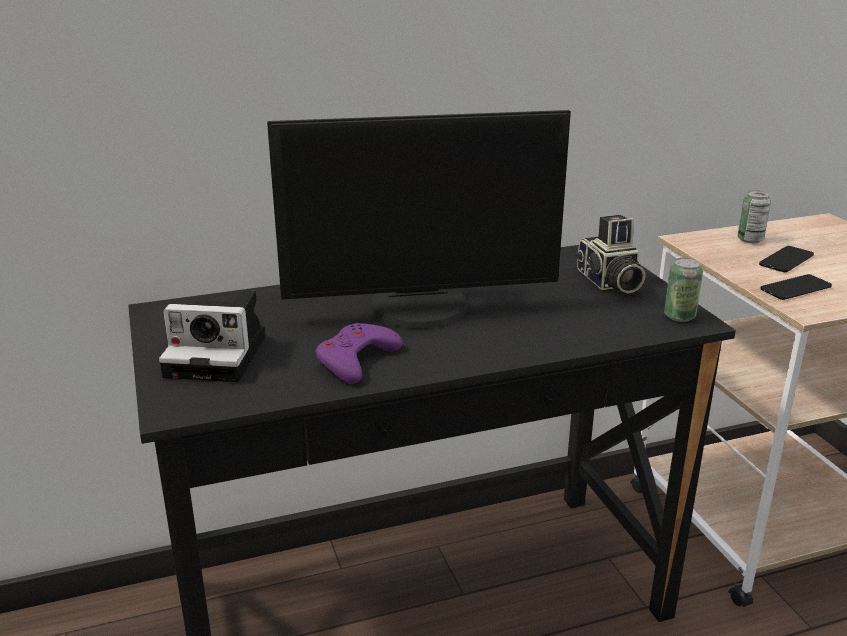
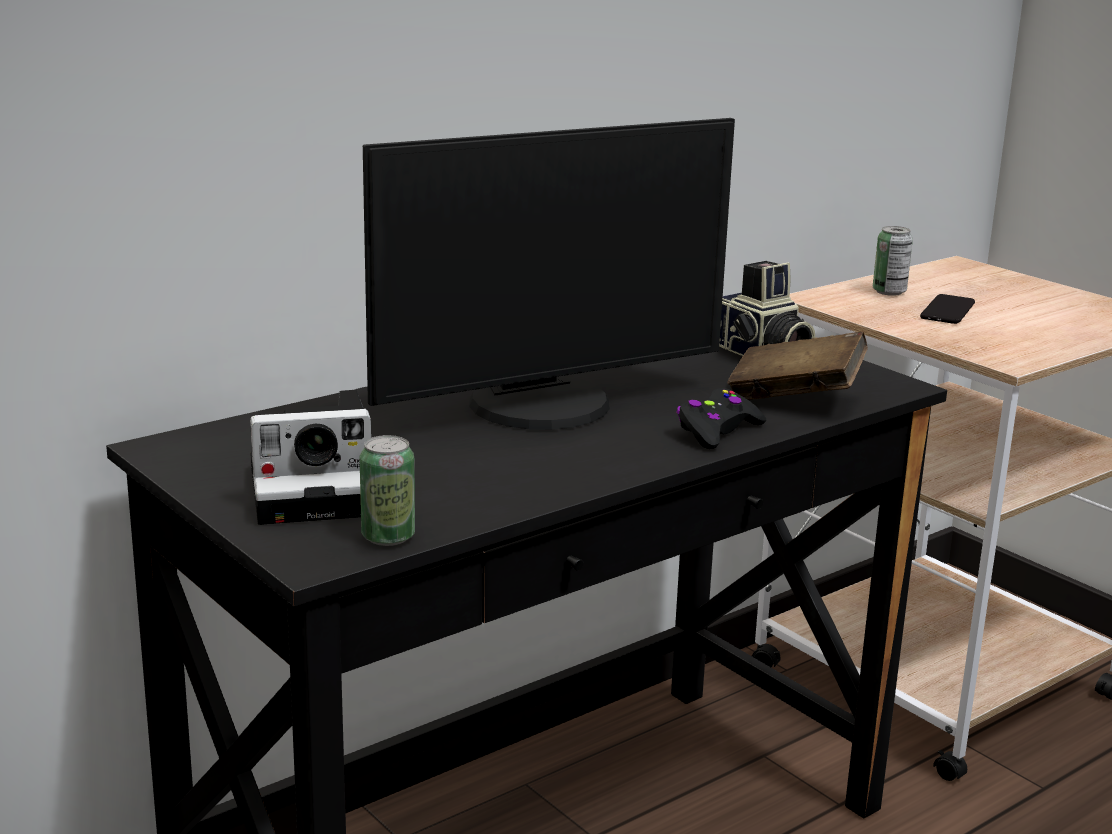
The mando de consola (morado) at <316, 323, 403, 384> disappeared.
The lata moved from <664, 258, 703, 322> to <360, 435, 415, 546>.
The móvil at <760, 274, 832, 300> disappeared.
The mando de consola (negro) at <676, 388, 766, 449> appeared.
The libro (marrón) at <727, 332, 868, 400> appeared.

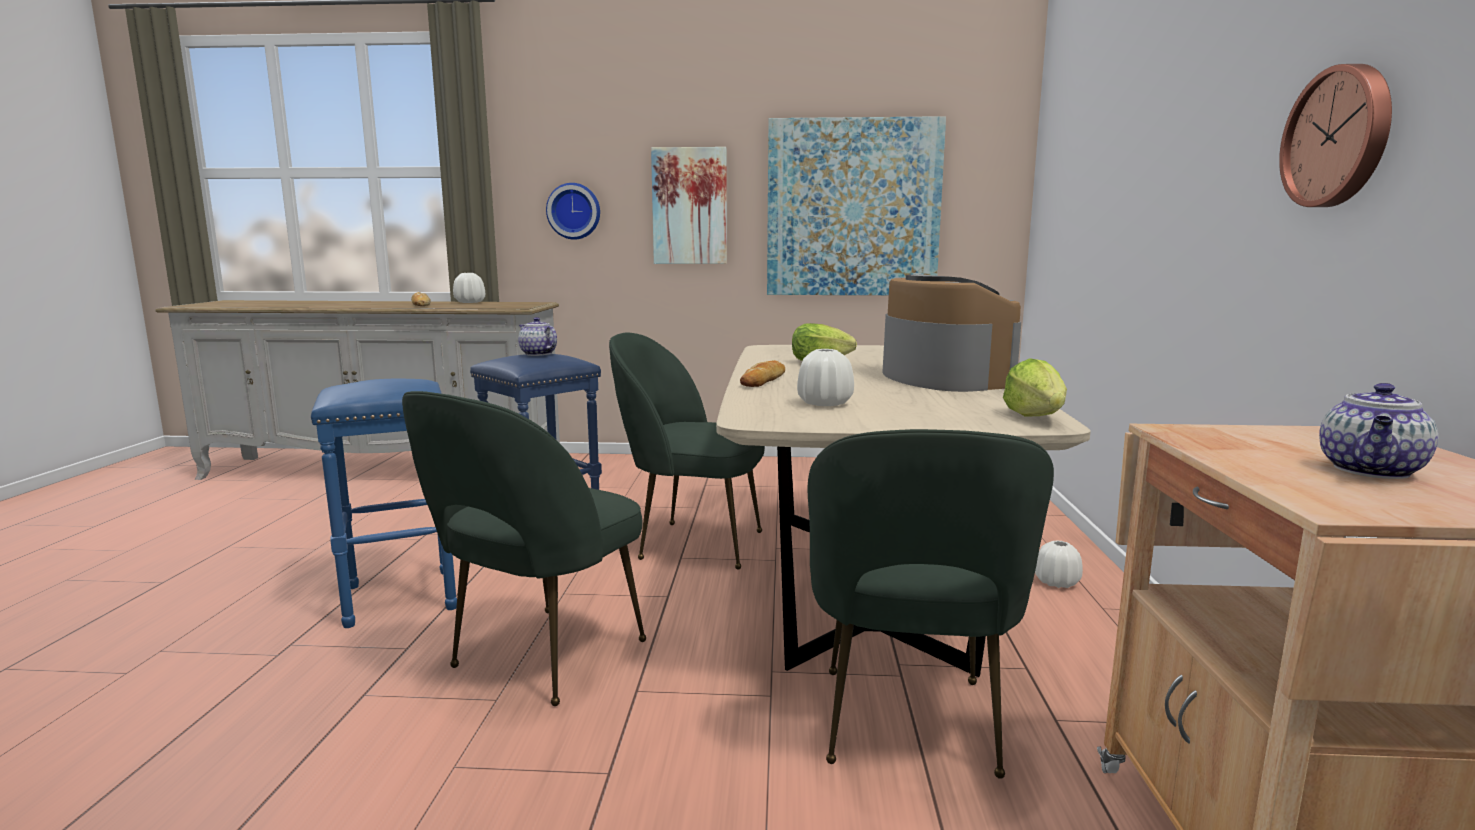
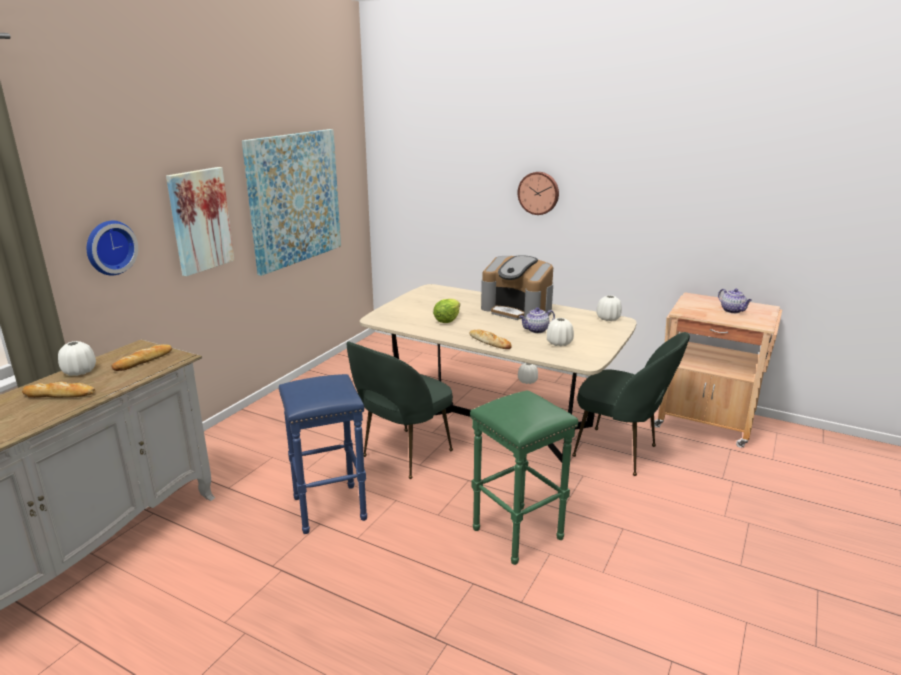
The taburete (azul) at <311, 379, 457, 628> disappeared.
The silla (verde) at <402, 391, 646, 706> was replaced by the taburete (verde) at <470, 390, 578, 565>.
The tetera moved from <518, 317, 557, 356> to <519, 308, 555, 333>.
The cafetera at <882, 274, 1021, 392> turned 150 degrees counterclockwise.
The lechuga at <1003, 358, 1067, 417> was replaced by the florero (blanco) at <596, 295, 622, 321>.
The reloj de pared moved from <1279, 64, 1392, 207> to <518, 172, 559, 215>.
The pan at <111, 344, 172, 371> appeared.

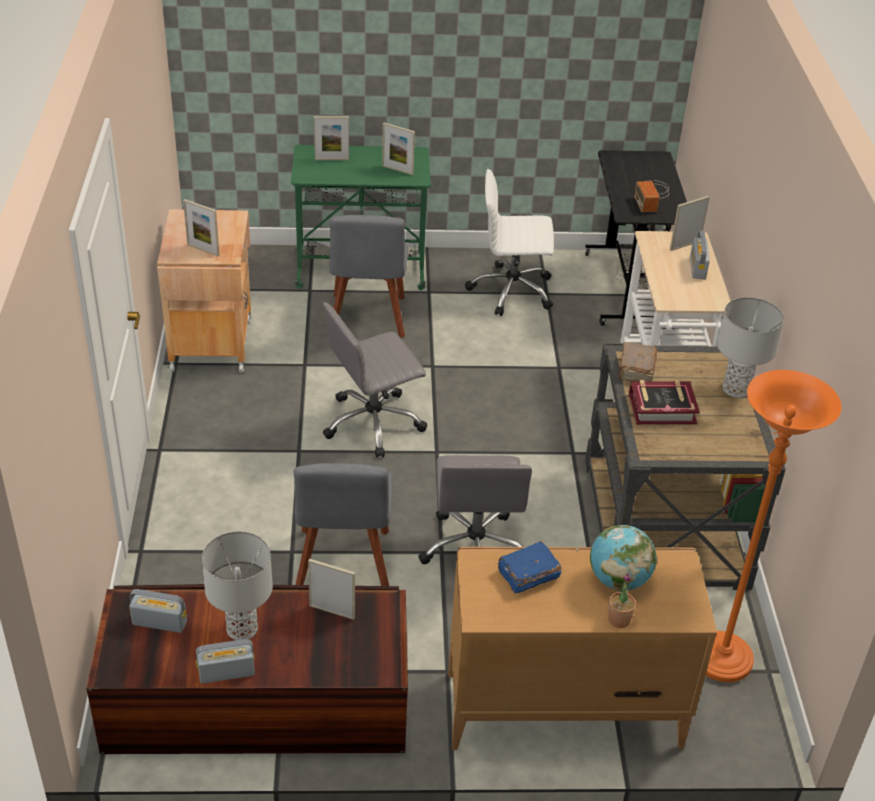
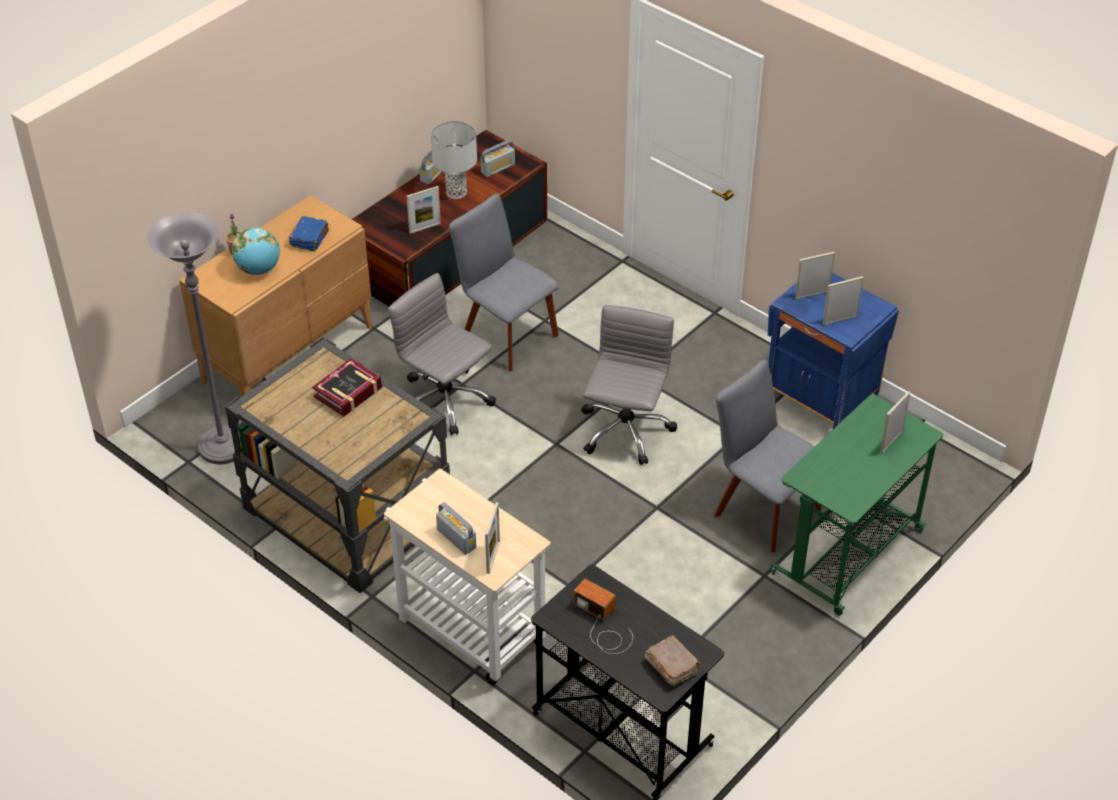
The carrito (marrón) at <157, 209, 251, 372> became the carrito (azul) at <768, 273, 899, 433>.
The portarretratos moved from <382, 123, 415, 175> to <823, 276, 863, 325>.
The silla de oficina (blanco) at <465, 169, 554, 316> disappeared.
The libro (marrón) moved from <618, 342, 657, 382> to <645, 635, 701, 686>.
The lámpara de pie (naranja) at <706, 370, 842, 682> became the lámpara de pie (gris) at <147, 213, 242, 464>.
The lámpara de mesa (blanco) at <717, 297, 784, 398> disappeared.

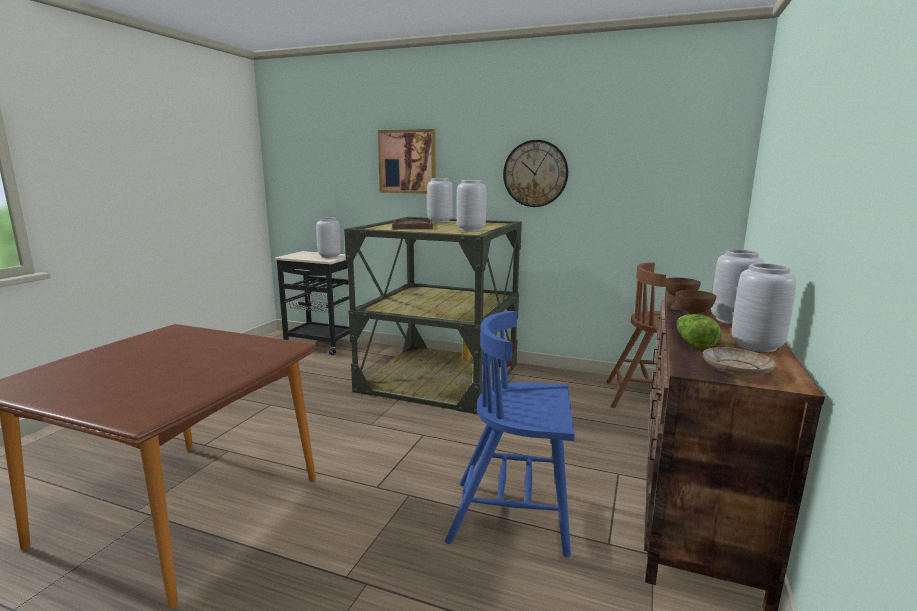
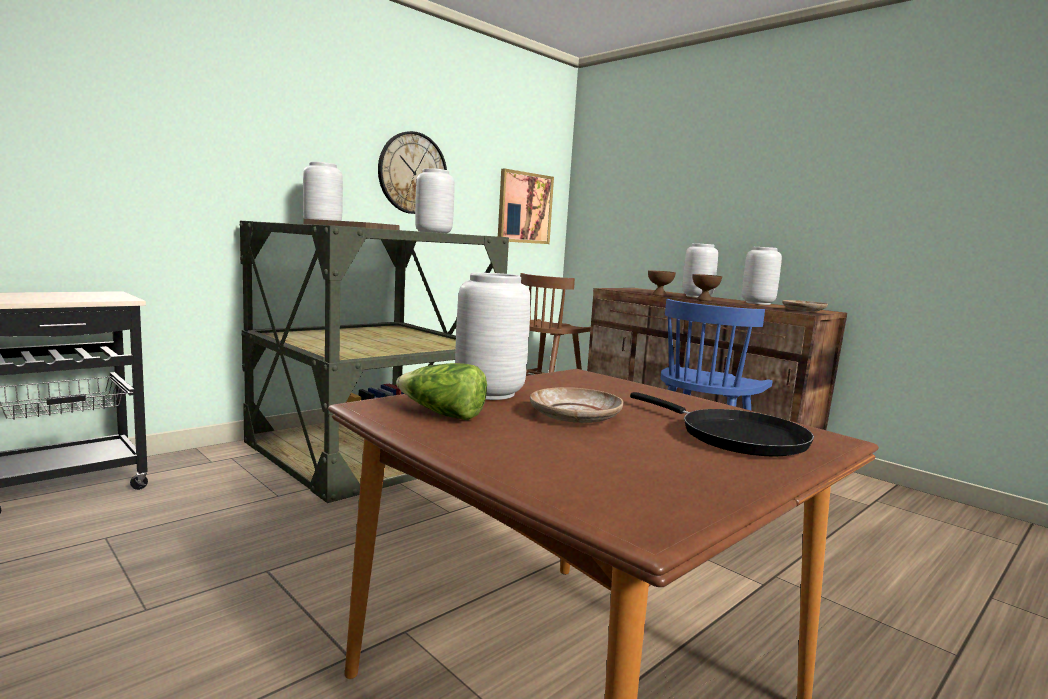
The florero (gris) moved from <316, 218, 341, 258> to <455, 272, 531, 400>.
The cuadro moved from <378, 129, 436, 194> to <498, 169, 554, 244>.
The lechuga moved from <677, 314, 721, 350> to <396, 363, 487, 420>.
The plato (beis) at <530, 387, 623, 423> appeared.
The sartén (negro) at <630, 392, 814, 456> appeared.

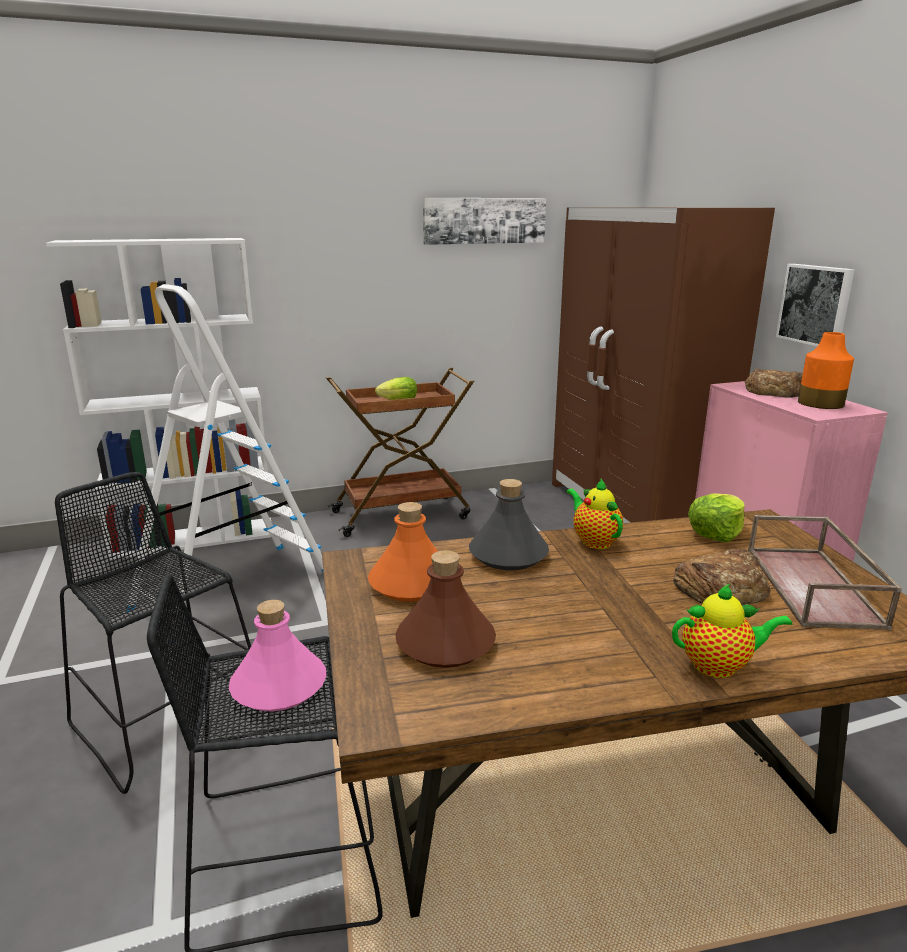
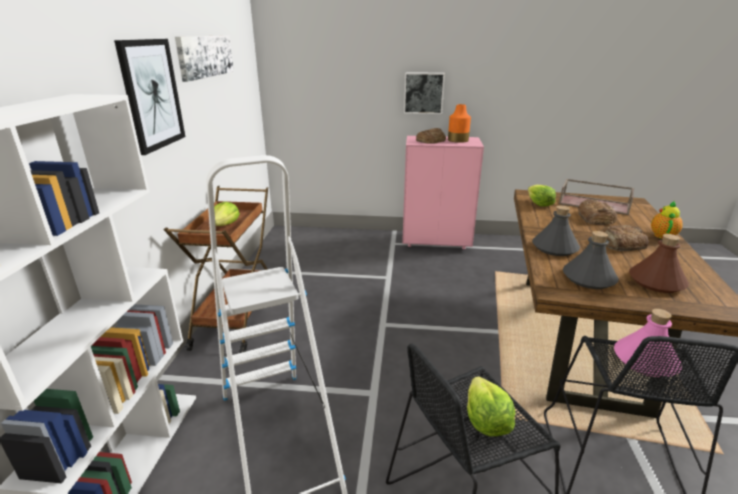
The botella (naranja) at <368, 502, 438, 602> became the botella (gris) at <563, 231, 619, 289>.
The armario (marrón) at <552, 208, 775, 523> disappeared.
The tetera at <566, 479, 623, 549> disappeared.
The cuadro at <114, 39, 185, 155> appeared.
The lechuga at <467, 376, 516, 436> appeared.
The pan at <601, 225, 649, 251> appeared.

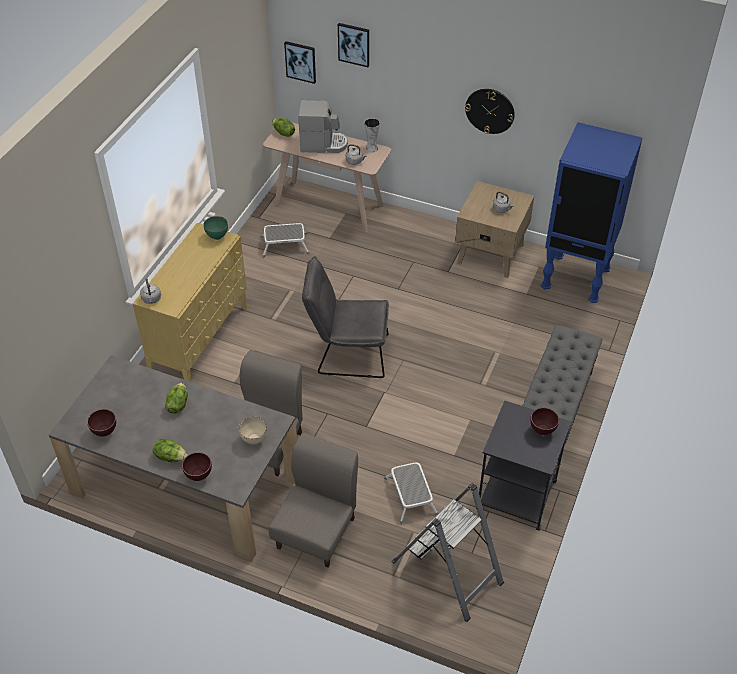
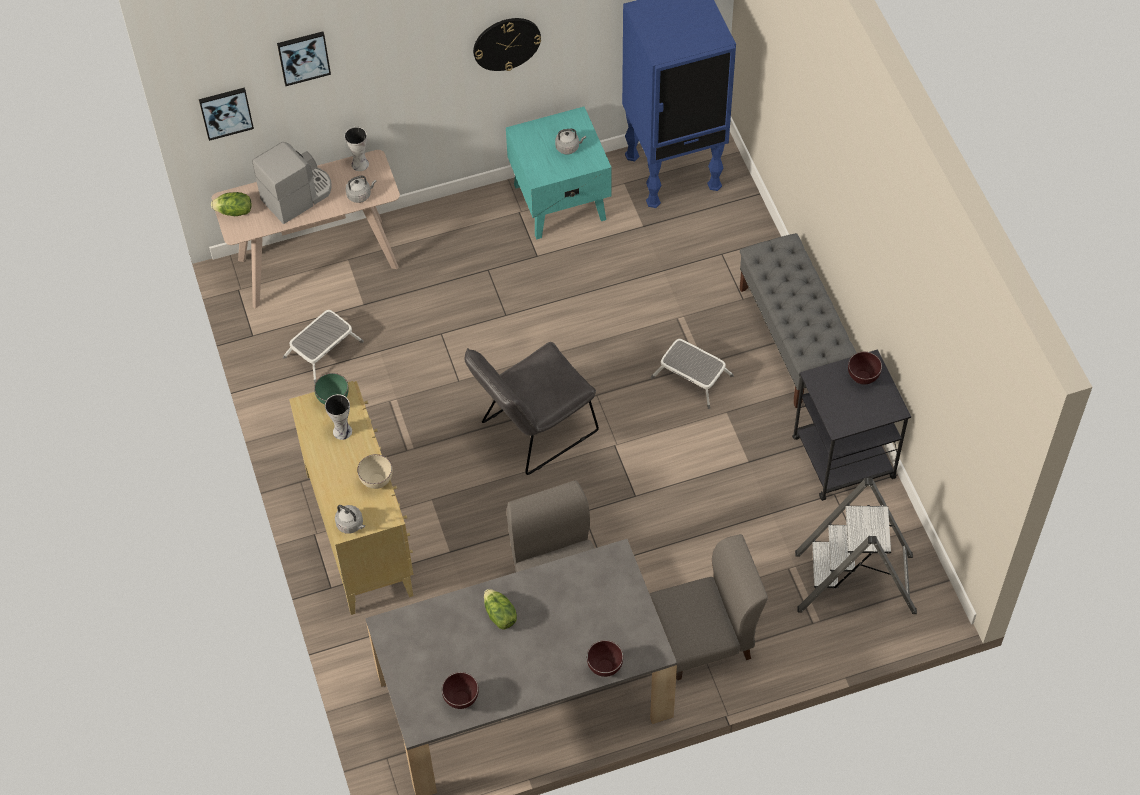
The lechuga at <153, 439, 188, 462> disappeared.
The cuenco (beis) moved from <239, 417, 267, 444> to <357, 454, 392, 489>.
The silla (gris) at <268, 433, 358, 567> turned 90 degrees clockwise.
The escalera de tijera (gris) moved from <384, 462, 439, 524> to <651, 339, 734, 409>.
The mesita de noche (beis) at <455, 181, 534, 278> became the mesita de noche (turquesa) at <506, 107, 612, 240>.
The florero at <325, 394, 352, 440> appeared.

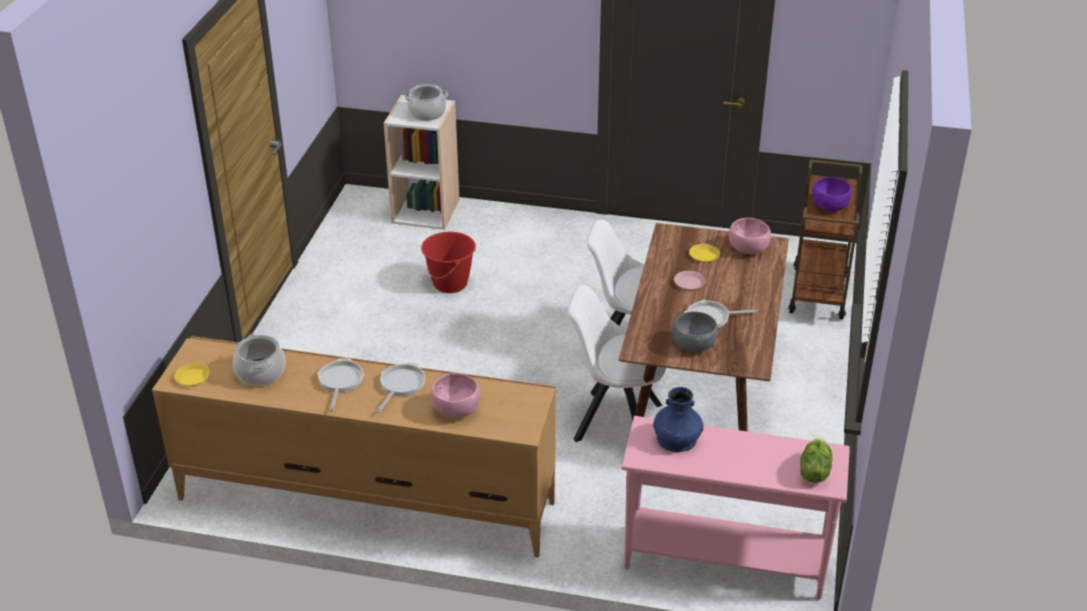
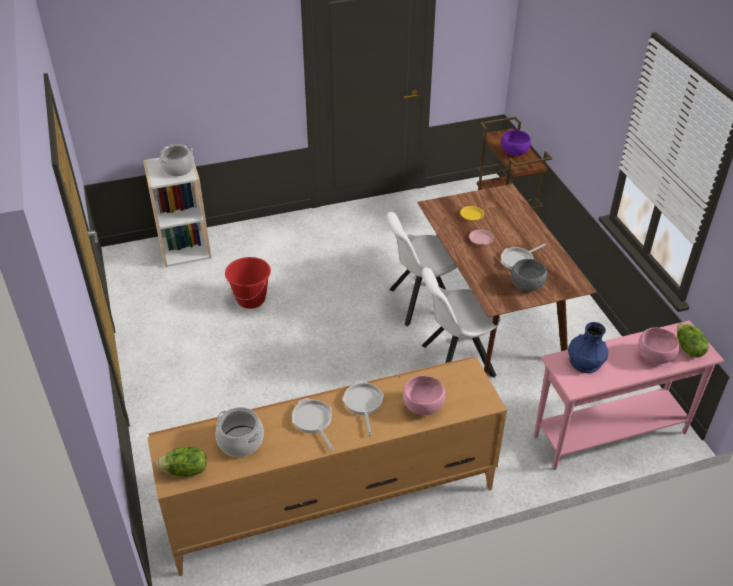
The plato (amarillo) at <174, 363, 210, 386> was replaced by the lechuga at <156, 447, 207, 477>.
The cuenco (rosa) moved from <729, 218, 771, 254> to <638, 328, 680, 364>.

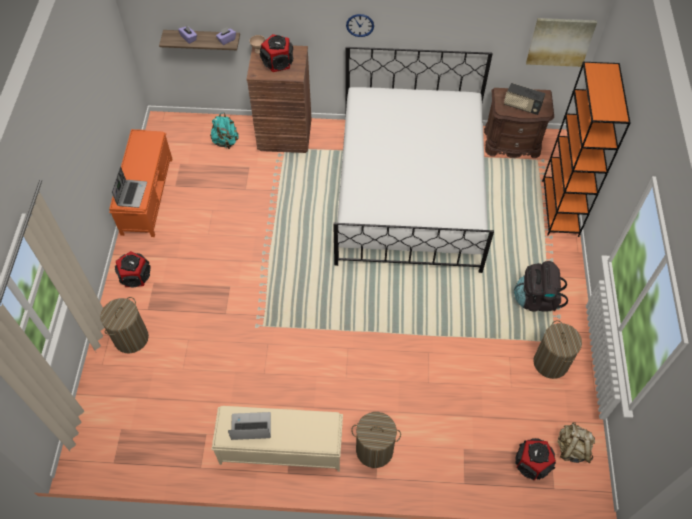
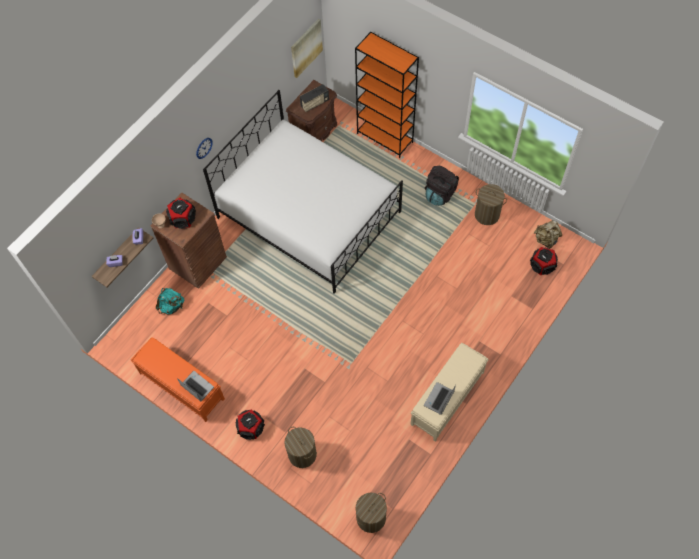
The cesto de la ropa moved from <351, 412, 401, 468> to <356, 493, 387, 533>.

